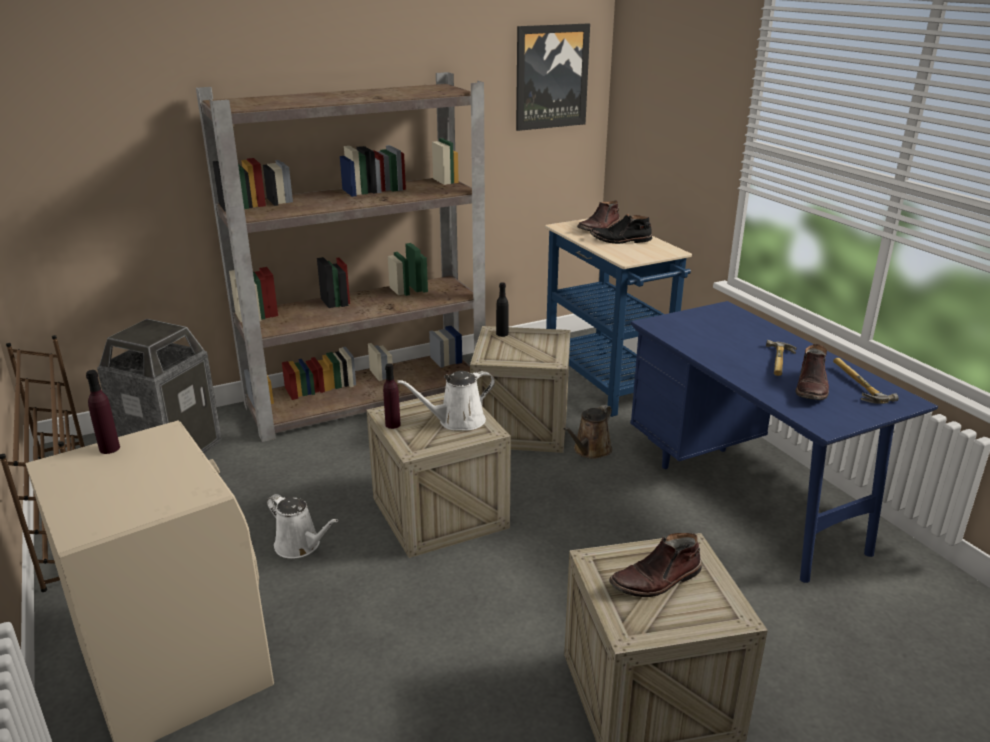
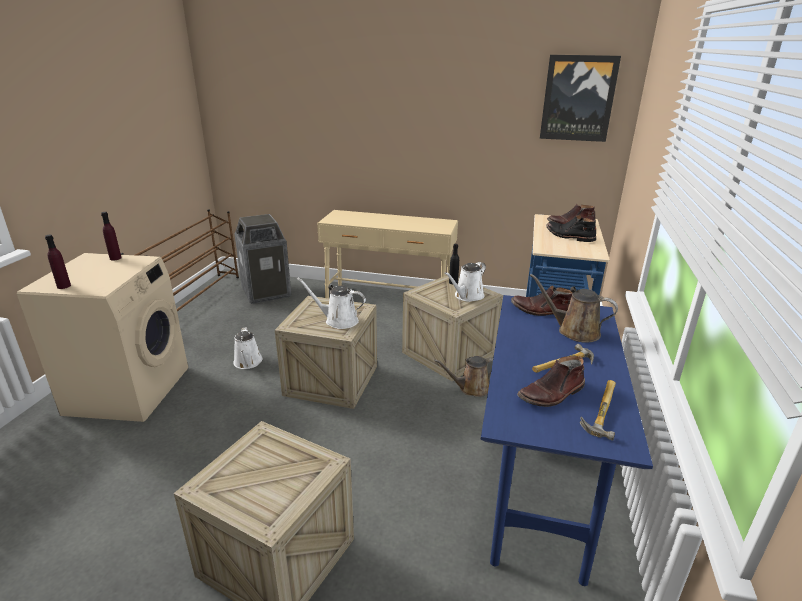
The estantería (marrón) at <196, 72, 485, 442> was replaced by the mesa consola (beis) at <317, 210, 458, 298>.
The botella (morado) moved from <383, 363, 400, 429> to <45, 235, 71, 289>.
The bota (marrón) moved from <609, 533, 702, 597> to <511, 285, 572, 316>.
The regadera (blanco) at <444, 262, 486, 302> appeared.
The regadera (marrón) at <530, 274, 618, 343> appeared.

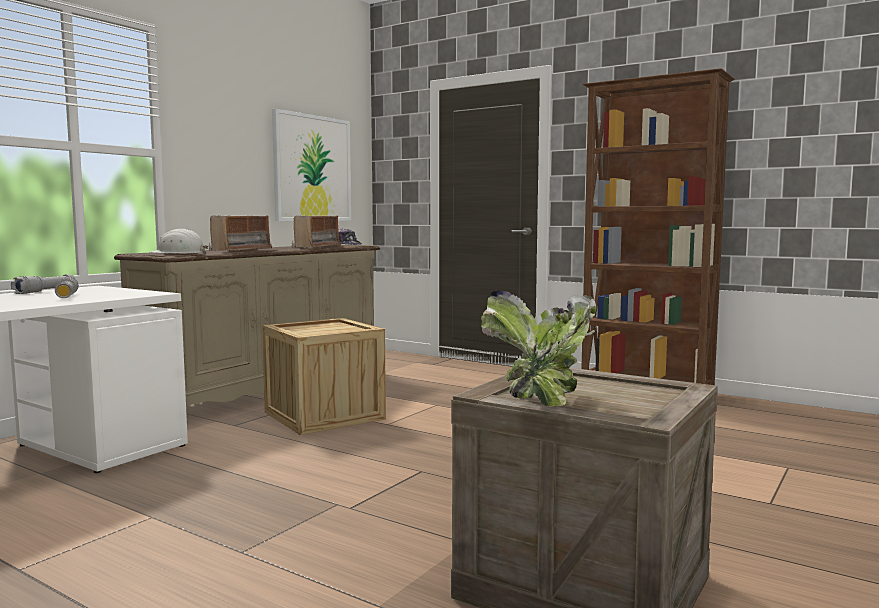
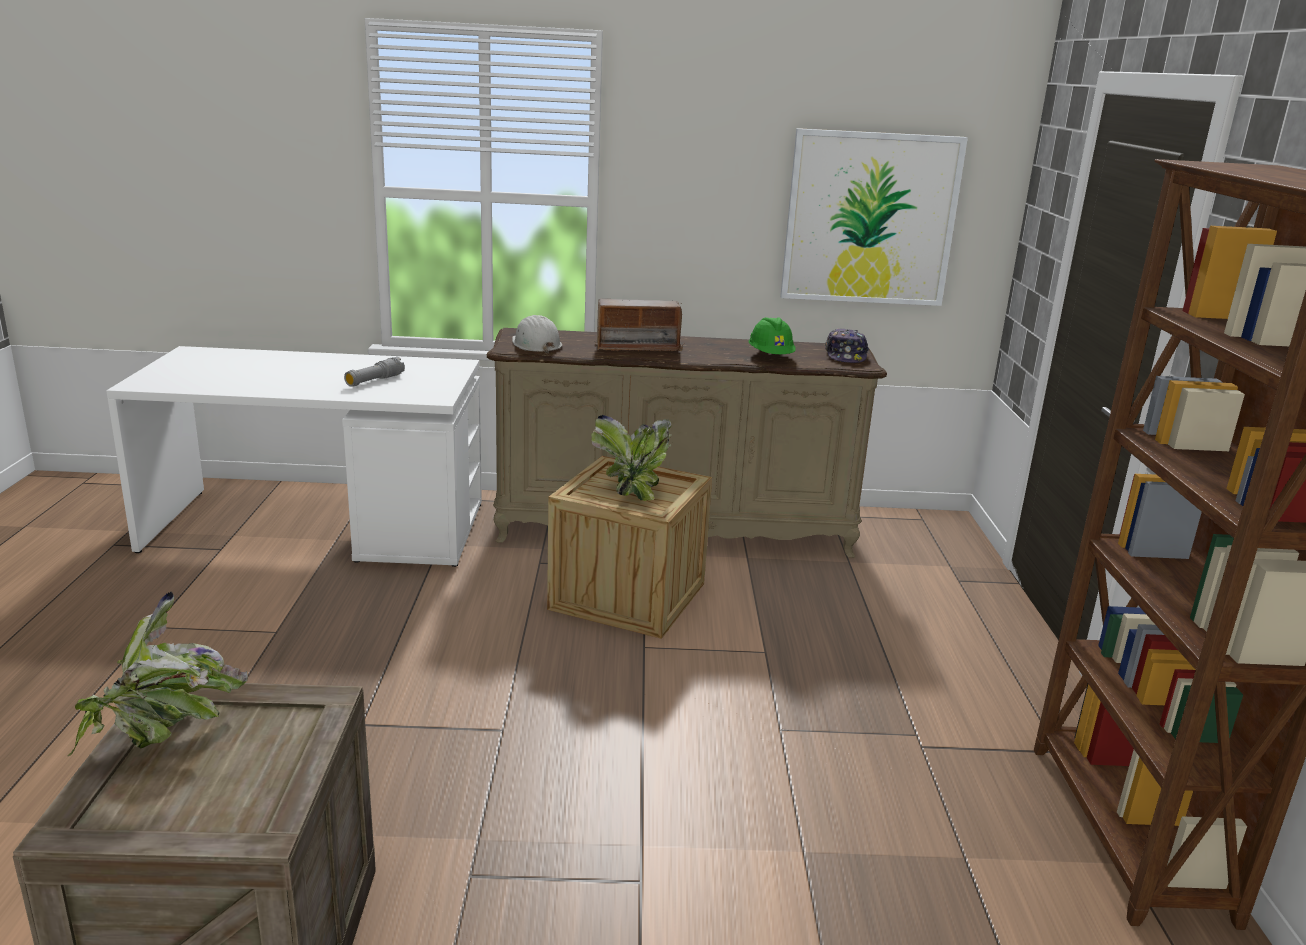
The linterna (gris) at <11, 274, 75, 294> disappeared.
The radio at <292, 215, 342, 248> was replaced by the casco (verde) at <749, 317, 796, 354>.
The planta en maceta at <591, 415, 672, 501> appeared.

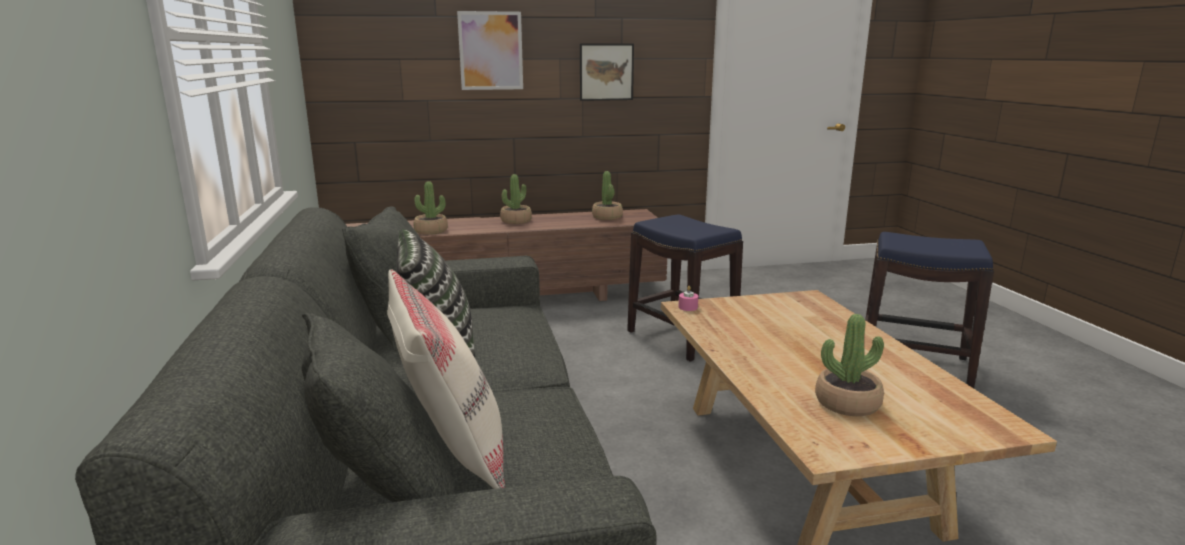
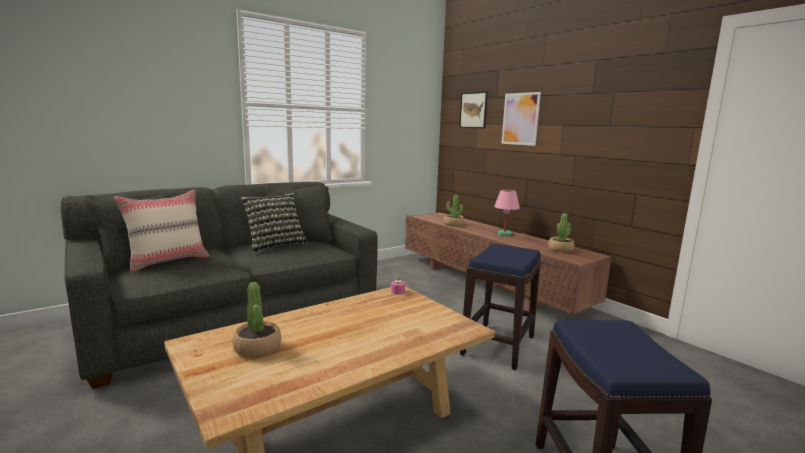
The planta en maceta at <500, 174, 532, 224> was replaced by the lámpara de mesa (rosa) at <494, 190, 520, 236>.
The cuadro moved from <580, 43, 634, 101> to <459, 91, 488, 128>.

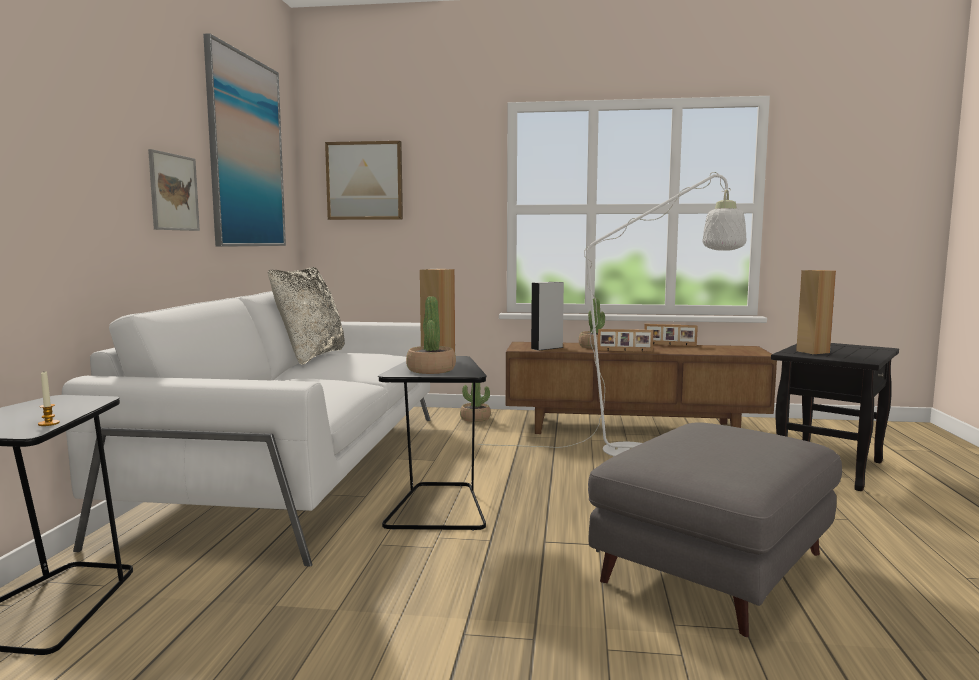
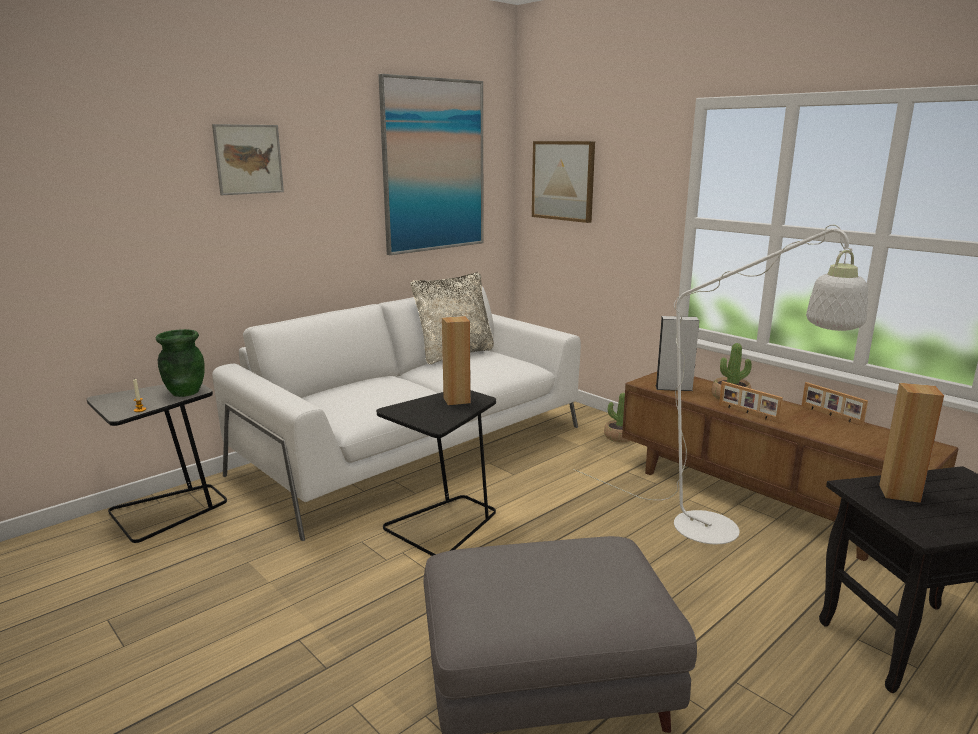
The cuadro moved from <148, 149, 200, 231> to <212, 124, 284, 195>.
The planta en maceta at <406, 296, 456, 374> disappeared.
The florero (verde) at <156, 329, 205, 397> appeared.

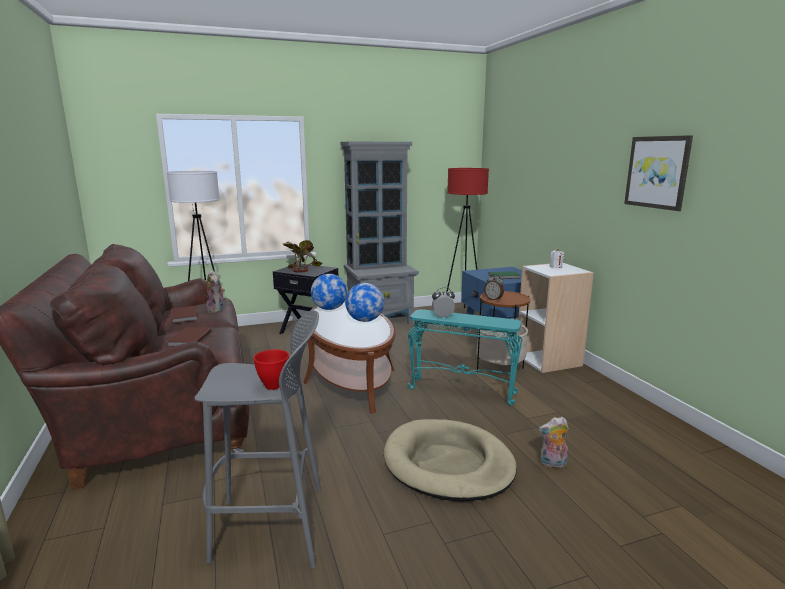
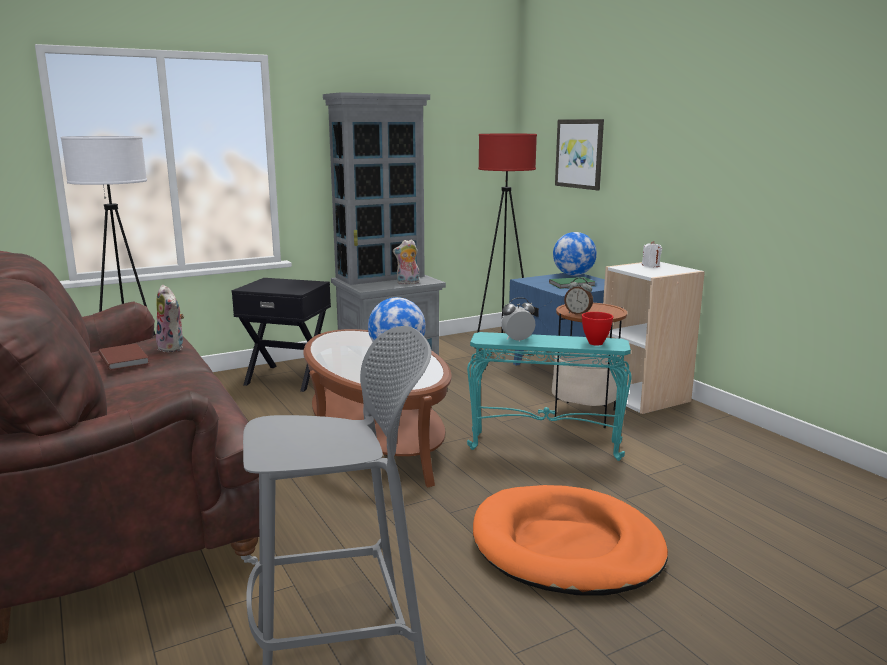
The libro (marrón) at <168, 327, 211, 347> disappeared.
The cuenco (rojo) moved from <253, 350, 289, 390> to <582, 312, 613, 346>.
The planta en maceta at <283, 240, 323, 273> disappeared.
The globo terráqueo moved from <311, 274, 347, 310> to <553, 232, 597, 276>.
The cama para perro (beis) at <384, 419, 517, 502> became the cama para perro (naranja) at <473, 485, 668, 596>.
The peluche moved from <539, 417, 569, 468> to <393, 239, 419, 285>.
The cuadro moved from <624, 135, 693, 211> to <555, 119, 604, 190>.

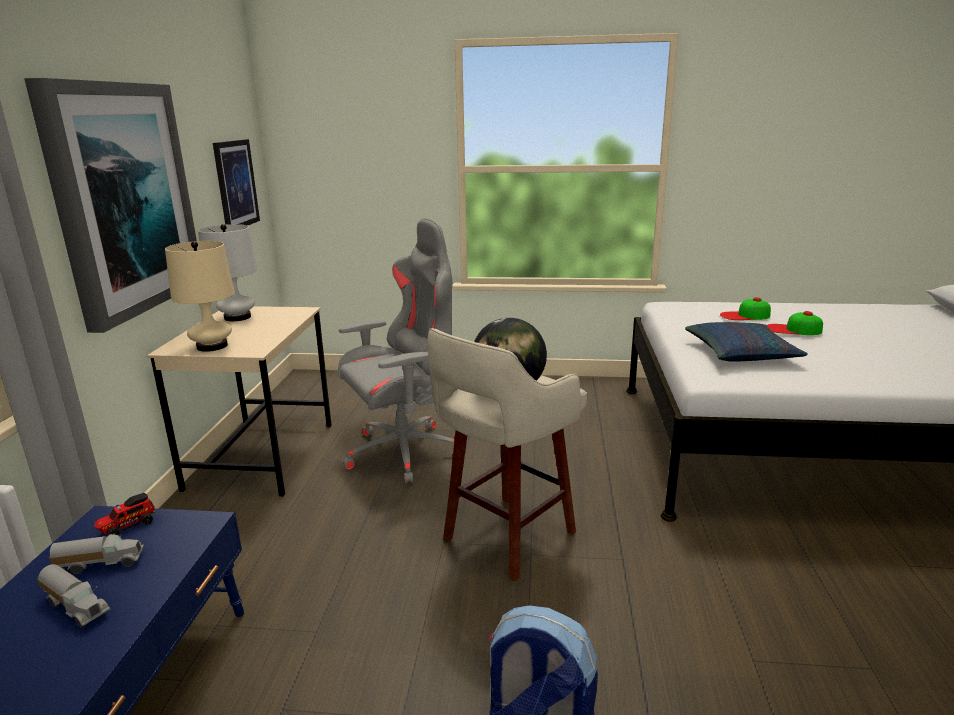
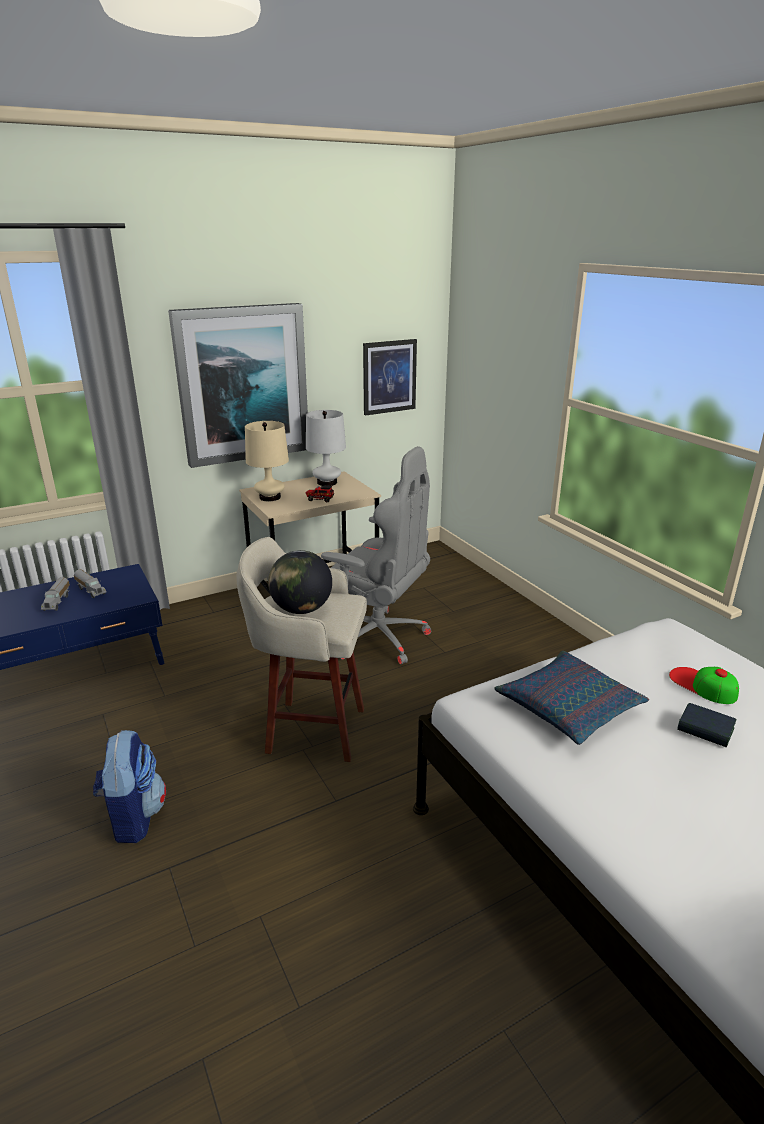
The camión de juguete moved from <94, 493, 155, 535> to <305, 485, 334, 503>.
The gorra at <767, 311, 823, 335> was replaced by the libro at <677, 703, 736, 748>.

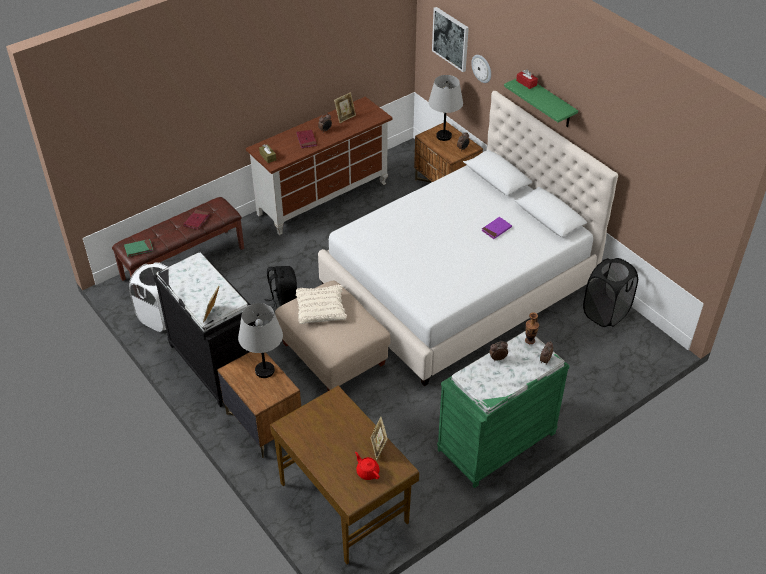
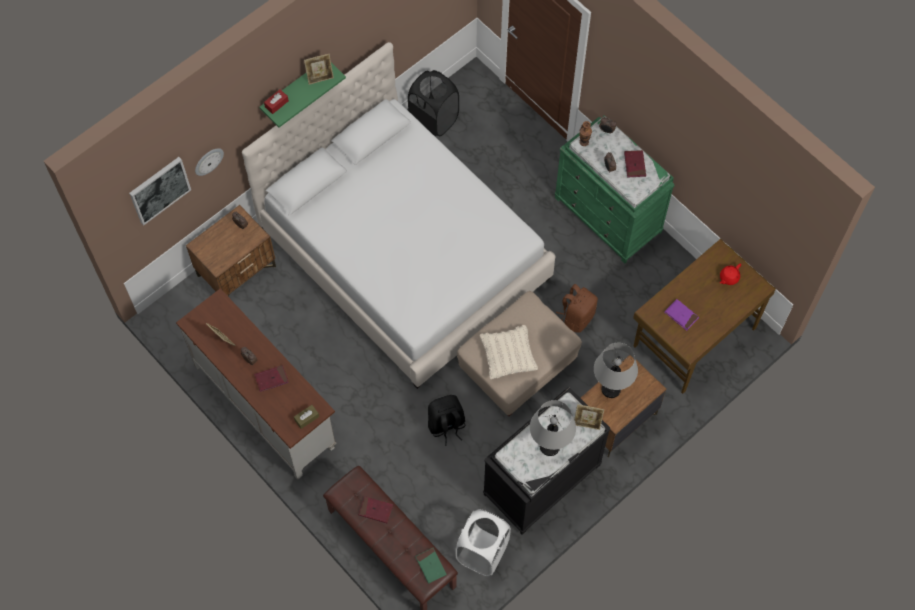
The portarretratos moved from <370, 416, 388, 460> to <304, 54, 334, 85>.
The lámpara de mesa (gris) moved from <428, 75, 463, 141> to <530, 400, 576, 456>.
The libro (morado) moved from <481, 217, 512, 239> to <664, 299, 699, 331>.
The mochila (marrón) at <556, 284, 598, 333> appeared.
The libro (rojo) at <624, 150, 646, 178> appeared.

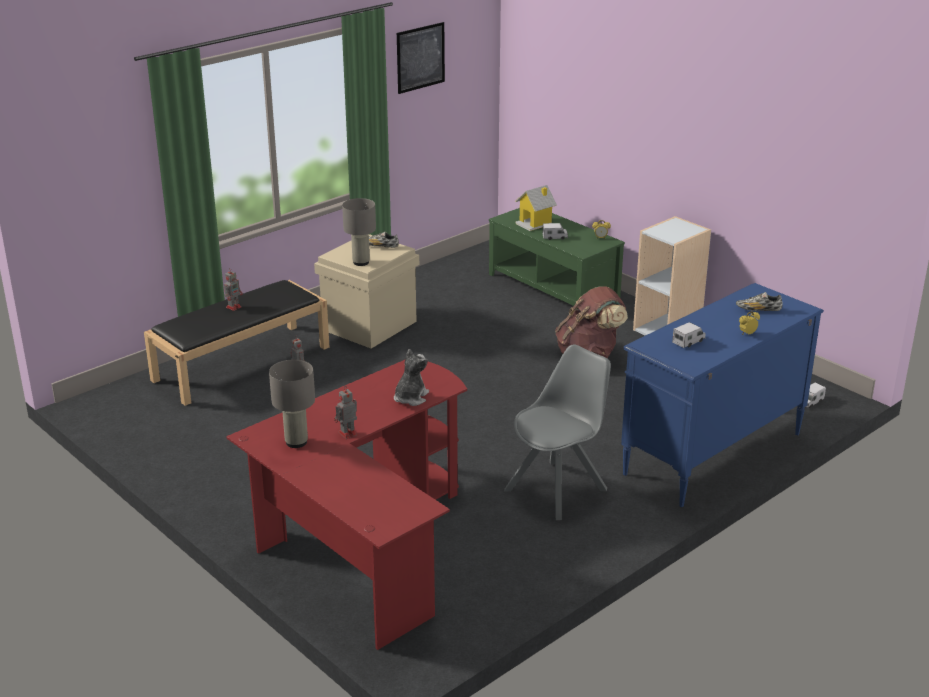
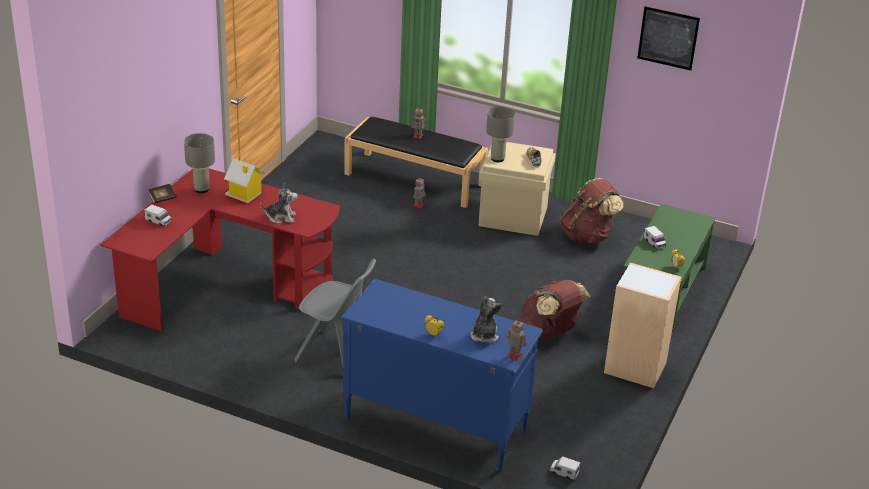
The robot de juguete moved from <334, 388, 357, 439> to <506, 320, 527, 361>.
The casita moved from <515, 185, 557, 231> to <224, 158, 265, 203>.
The camión de juguete moved from <672, 322, 706, 348> to <144, 205, 172, 226>.
The zapato at <736, 292, 783, 311> was replaced by the peluche at <470, 296, 502, 343>.
The libro at <147, 184, 177, 204> appeared.
The mochila (marrón) at <560, 178, 624, 243> appeared.

